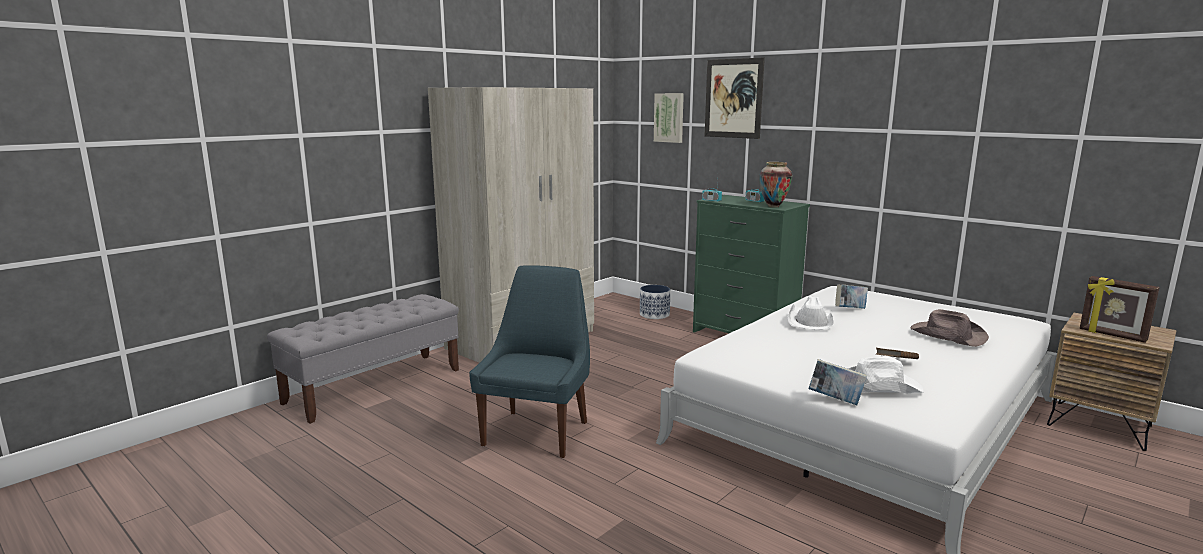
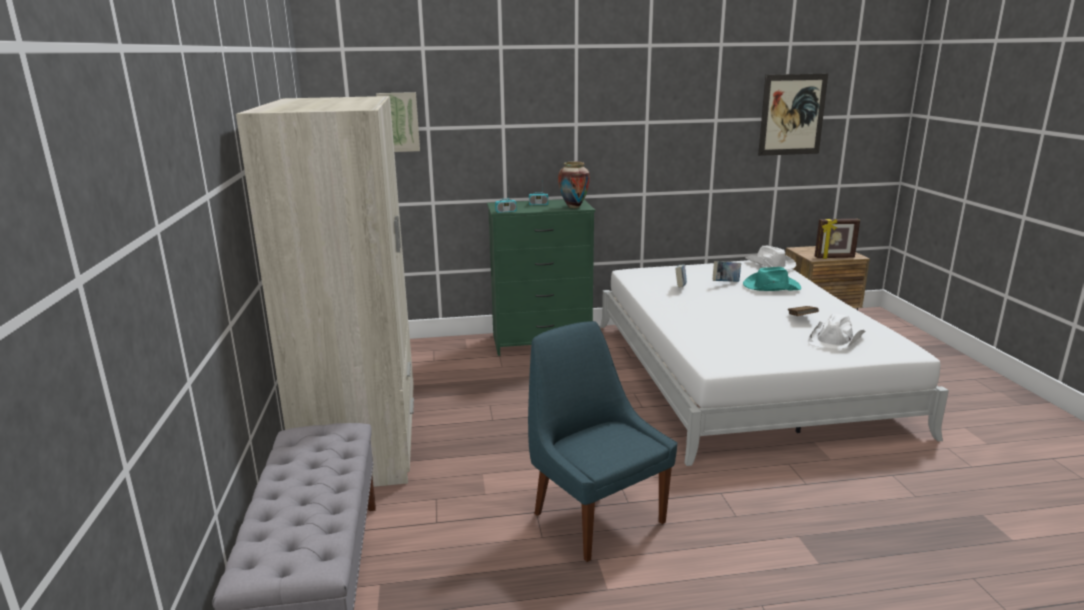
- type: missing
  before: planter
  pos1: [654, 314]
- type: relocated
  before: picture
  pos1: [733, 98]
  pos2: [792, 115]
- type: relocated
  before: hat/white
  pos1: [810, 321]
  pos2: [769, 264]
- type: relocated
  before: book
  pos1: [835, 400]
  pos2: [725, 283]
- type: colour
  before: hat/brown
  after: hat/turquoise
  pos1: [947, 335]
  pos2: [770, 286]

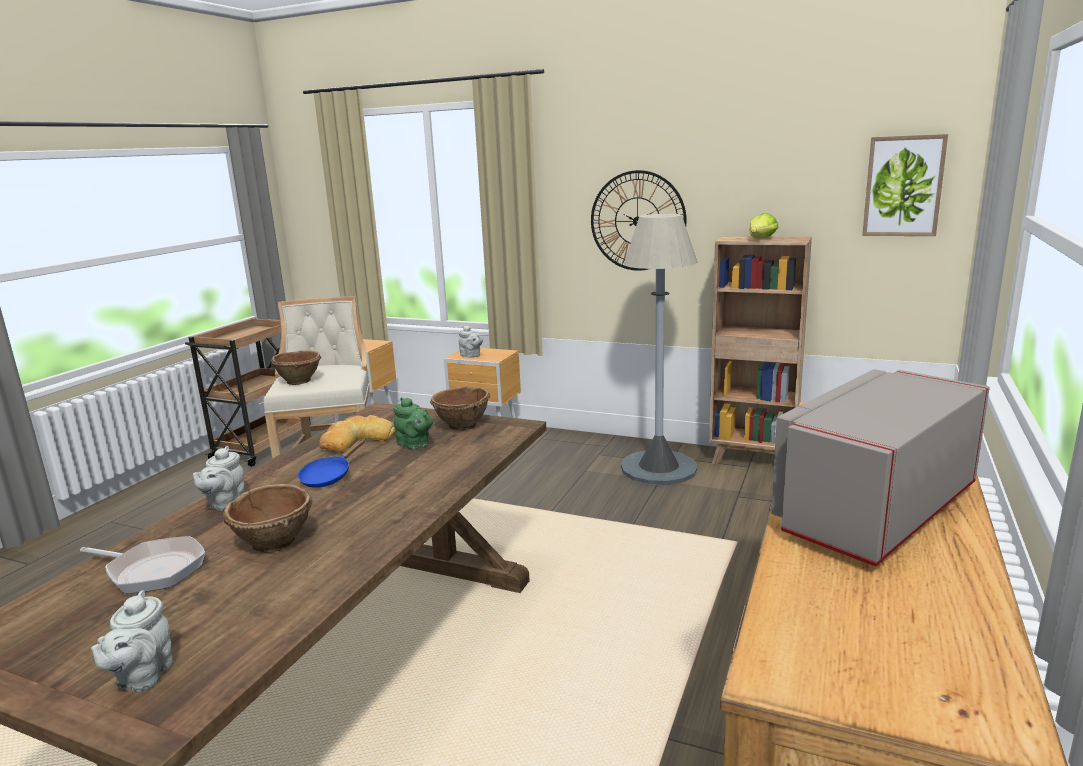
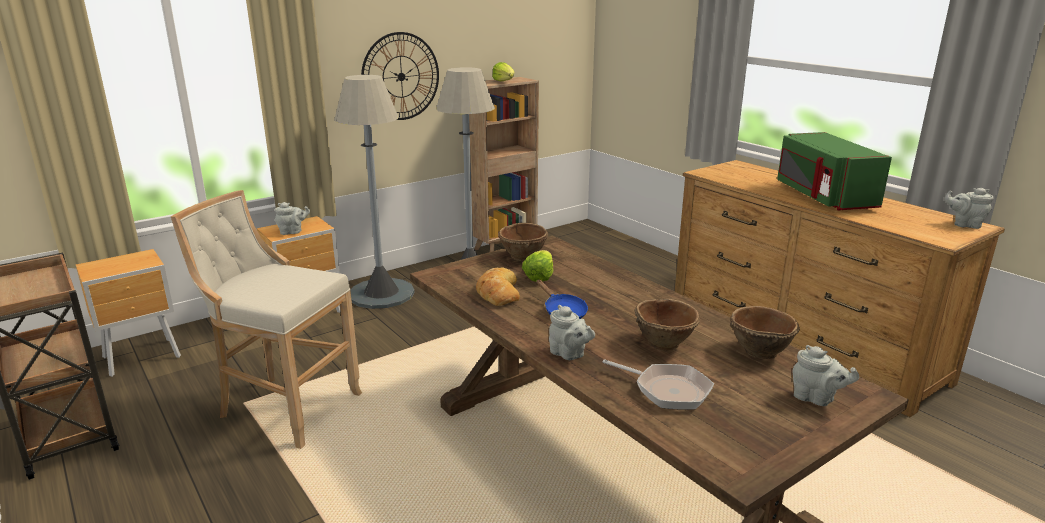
- type: missing
  before: picture
  pos1: [903, 186]
- type: appeared
  after: floor lamp/grey
  pos2: [381, 294]
- type: appeared
  after: teapot/grey
  pos2: [964, 224]
- type: relocated
  before: bowl/brown
  pos1: [299, 381]
  pos2: [759, 351]
- type: exchanged
  before: teapot/green
  after: lettuce
  pos1: [415, 445]
  pos2: [539, 276]
- type: colour
  before: microwave/grey
  after: microwave/green
  pos1: [871, 509]
  pos2: [823, 196]
- type: spun
  before: frying pan
  pos1: [152, 570]
  pos2: [667, 390]
  turn: 75

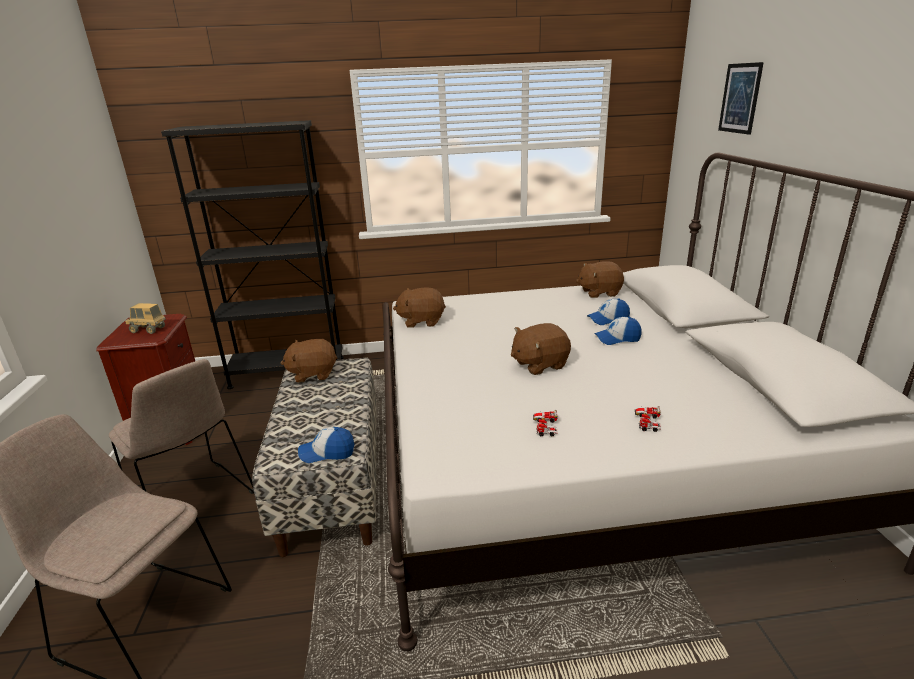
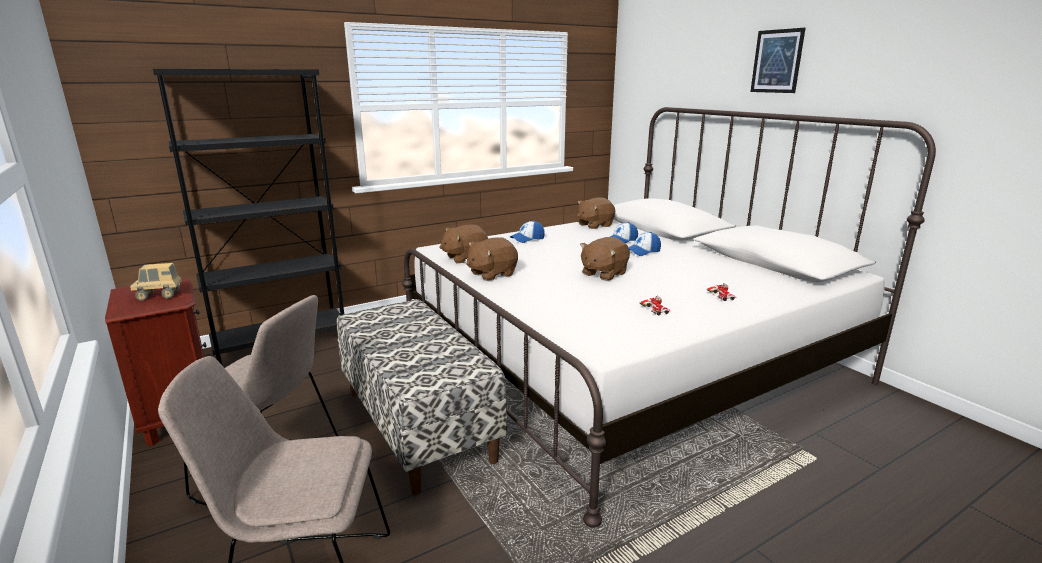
- type: relocated
  before: plush toy/brown
  pos1: [313, 374]
  pos2: [491, 274]
- type: relocated
  before: cap
  pos1: [327, 452]
  pos2: [527, 239]
- type: relocated
  before: picture
  pos1: [740, 98]
  pos2: [777, 61]

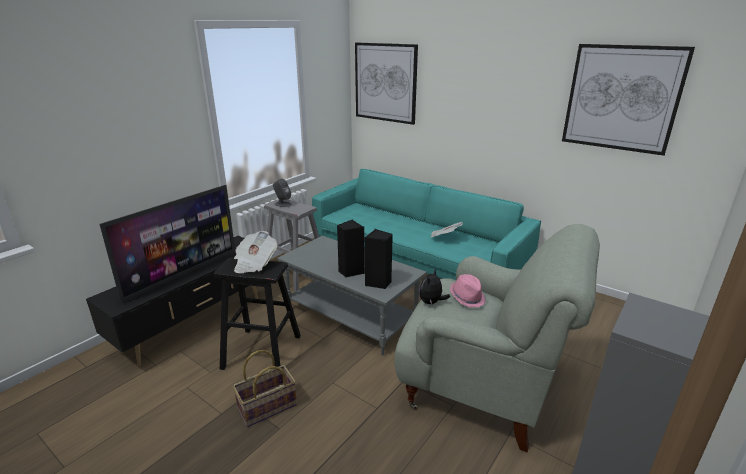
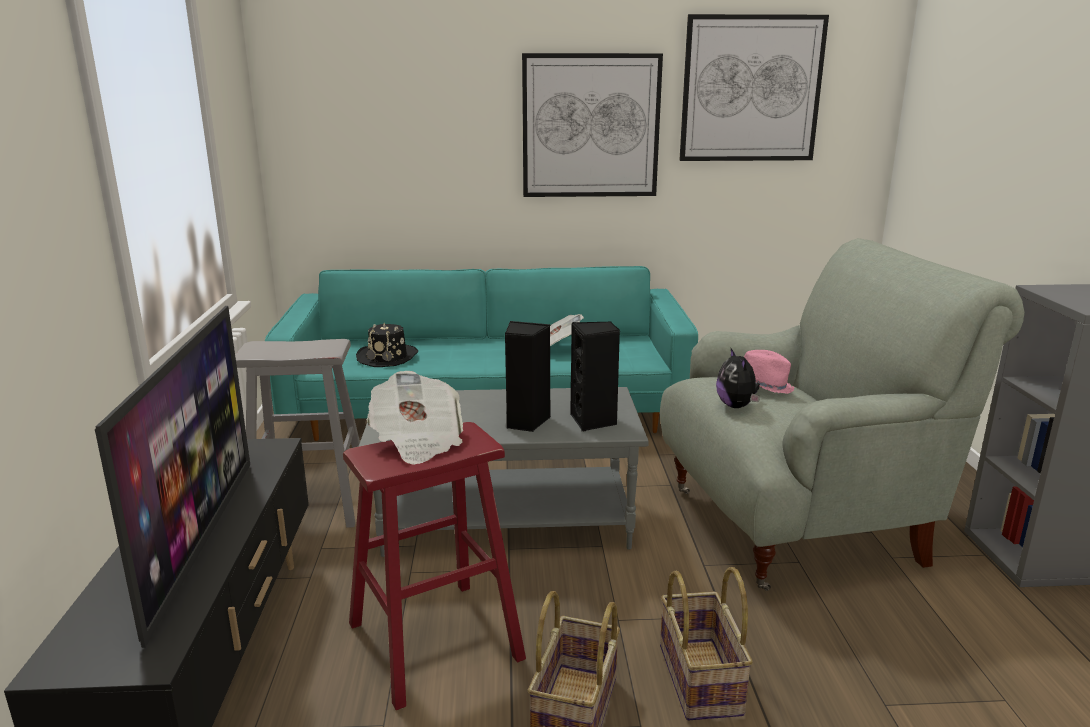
- type: missing
  before: speaker/grey
  pos1: [282, 204]
- type: appeared
  after: hat/black
  pos2: [388, 357]
- type: appeared
  after: basket
  pos2: [701, 679]
- type: relocated
  before: picture
  pos1: [385, 83]
  pos2: [590, 126]
- type: colour
  before: stool/black
  after: stool/red
  pos1: [262, 352]
  pos2: [434, 641]

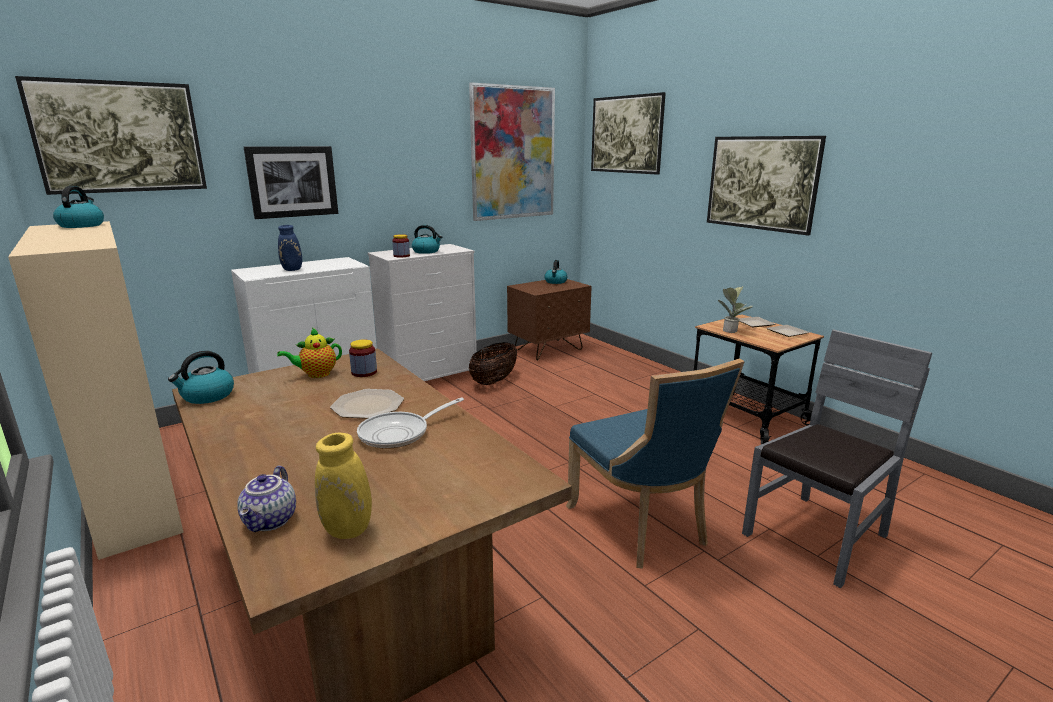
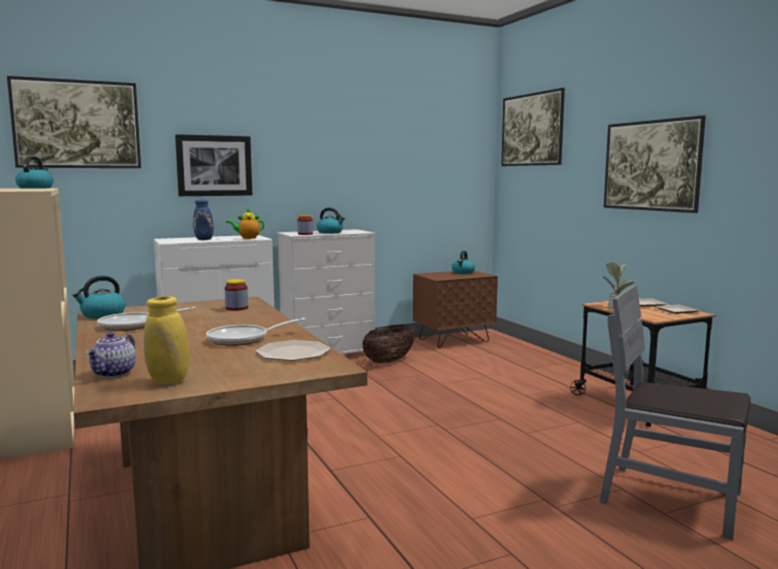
- type: missing
  before: picture
  pos1: [513, 153]
- type: missing
  before: chair/blue
  pos1: [641, 526]
- type: appeared
  after: frying pan
  pos2: [133, 325]
- type: relocated
  before: teapot
  pos1: [316, 374]
  pos2: [247, 238]
- type: relocated
  before: plate
  pos1: [368, 405]
  pos2: [293, 353]
- type: spun
  before: chair/grey
  pos1: [817, 536]
  pos2: [671, 499]
  turn: -120

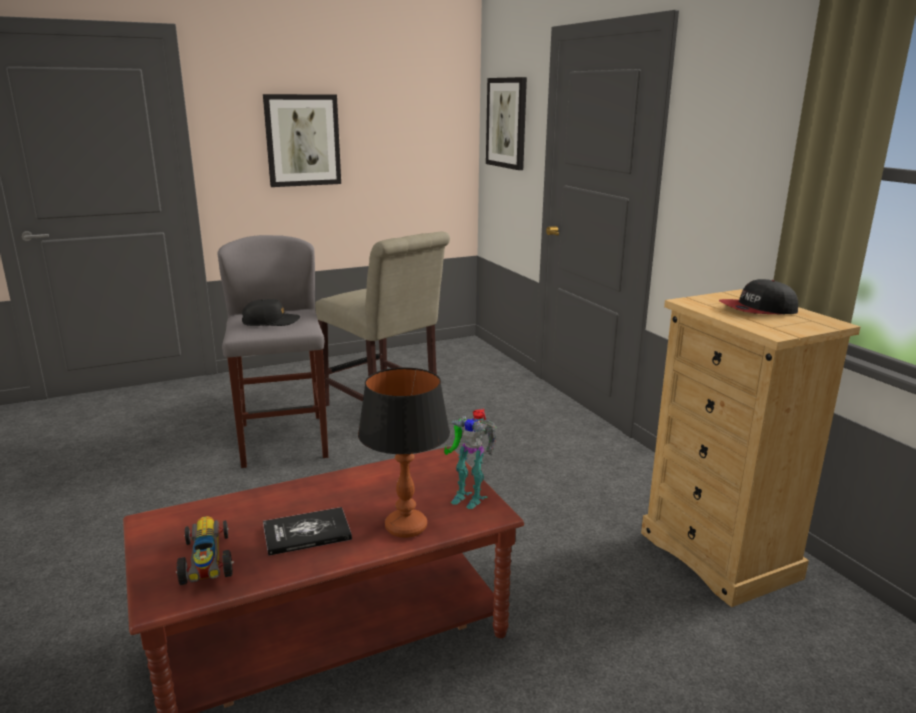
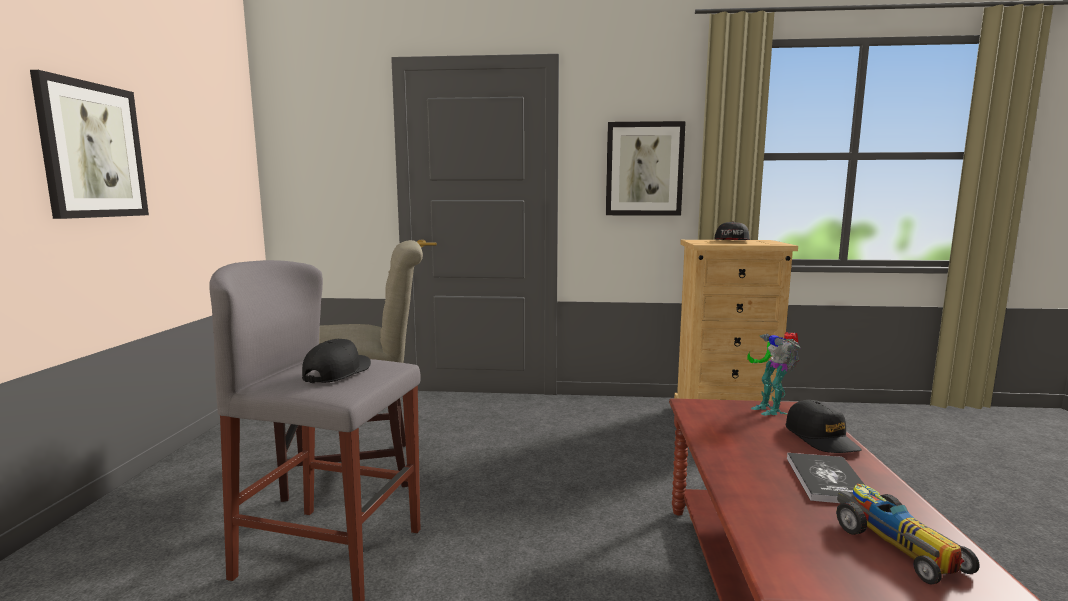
- type: relocated
  before: picture
  pos1: [507, 123]
  pos2: [644, 169]
- type: exchanged
  before: table lamp
  after: cap/black
  pos1: [406, 527]
  pos2: [821, 438]
- type: spun
  before: toy car
  pos1: [207, 562]
  pos2: [895, 544]
  turn: -120
- type: spun
  before: toy robot
  pos1: [468, 496]
  pos2: [770, 409]
  turn: 105

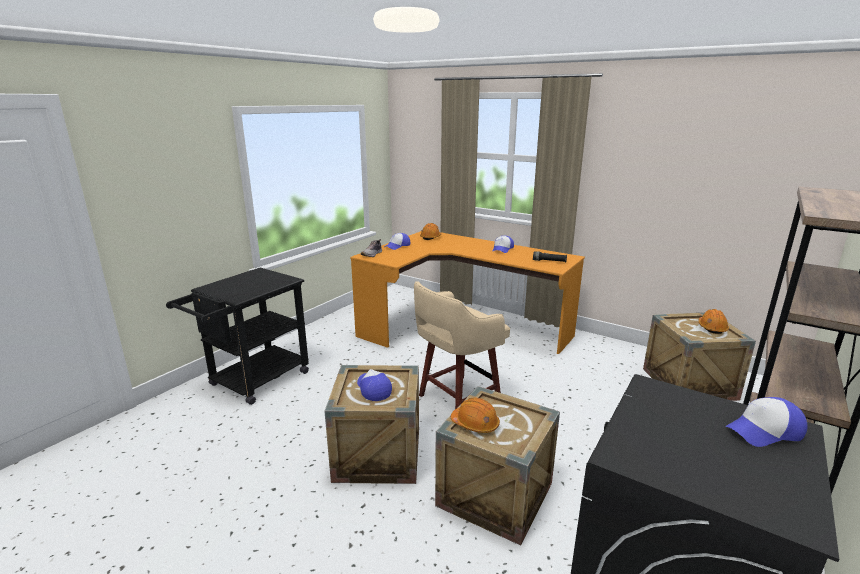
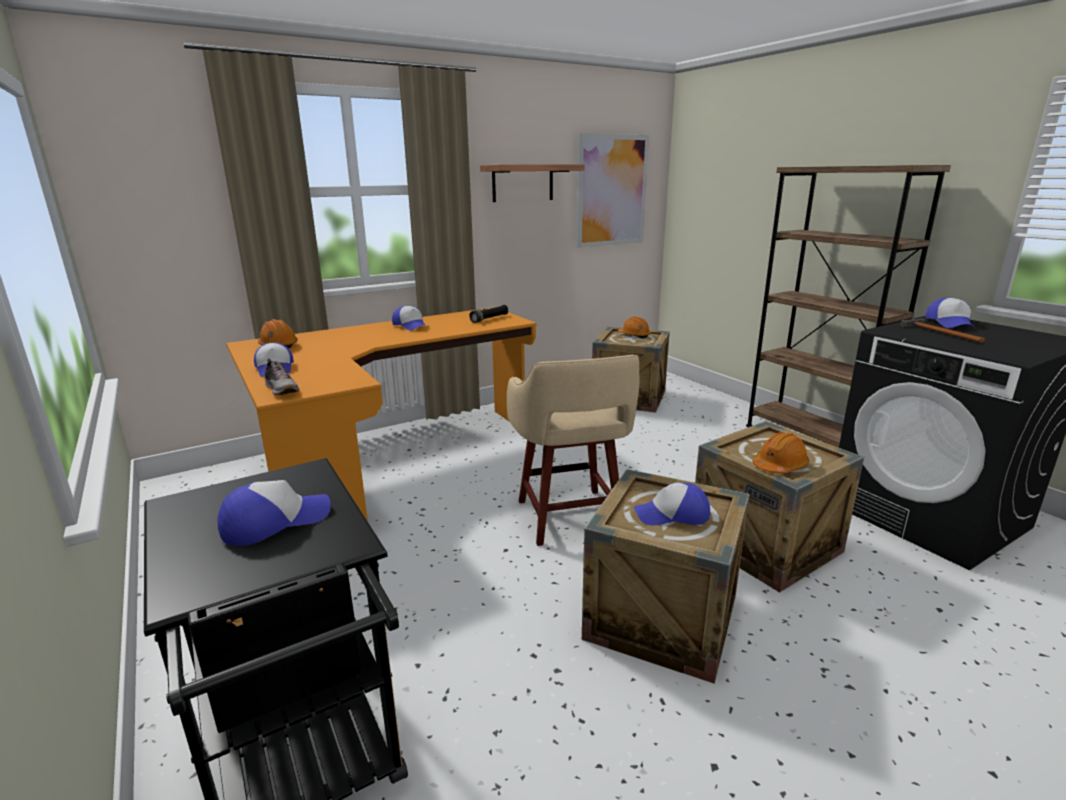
- type: appeared
  after: cap
  pos2: [275, 522]
- type: appeared
  after: shelf
  pos2: [523, 183]
- type: appeared
  after: picture
  pos2: [611, 191]
- type: appeared
  after: hammer
  pos2: [939, 332]

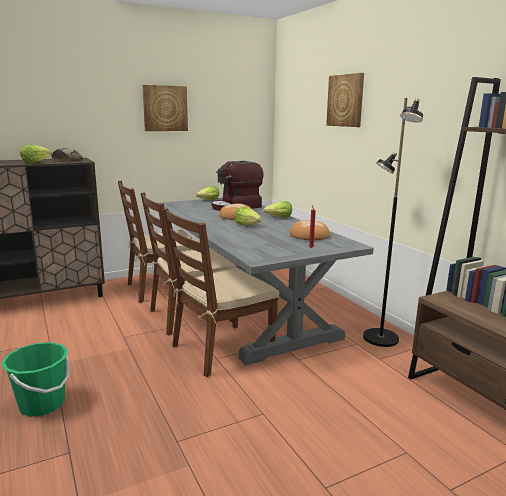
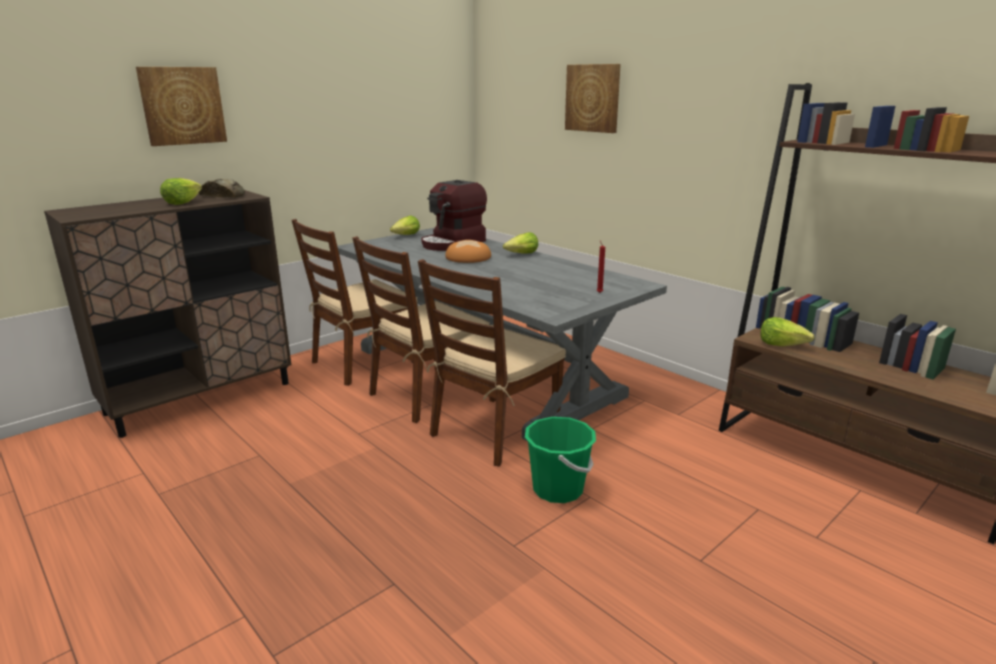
- type: missing
  before: bread
  pos1: [309, 235]
- type: missing
  before: floor lamp/black
  pos1: [380, 338]
- type: relocated
  before: bucket/green
  pos1: [42, 404]
  pos2: [558, 489]
- type: relocated
  before: picture
  pos1: [165, 108]
  pos2: [182, 106]
- type: relocated
  before: lettuce
  pos1: [248, 225]
  pos2: [782, 345]

